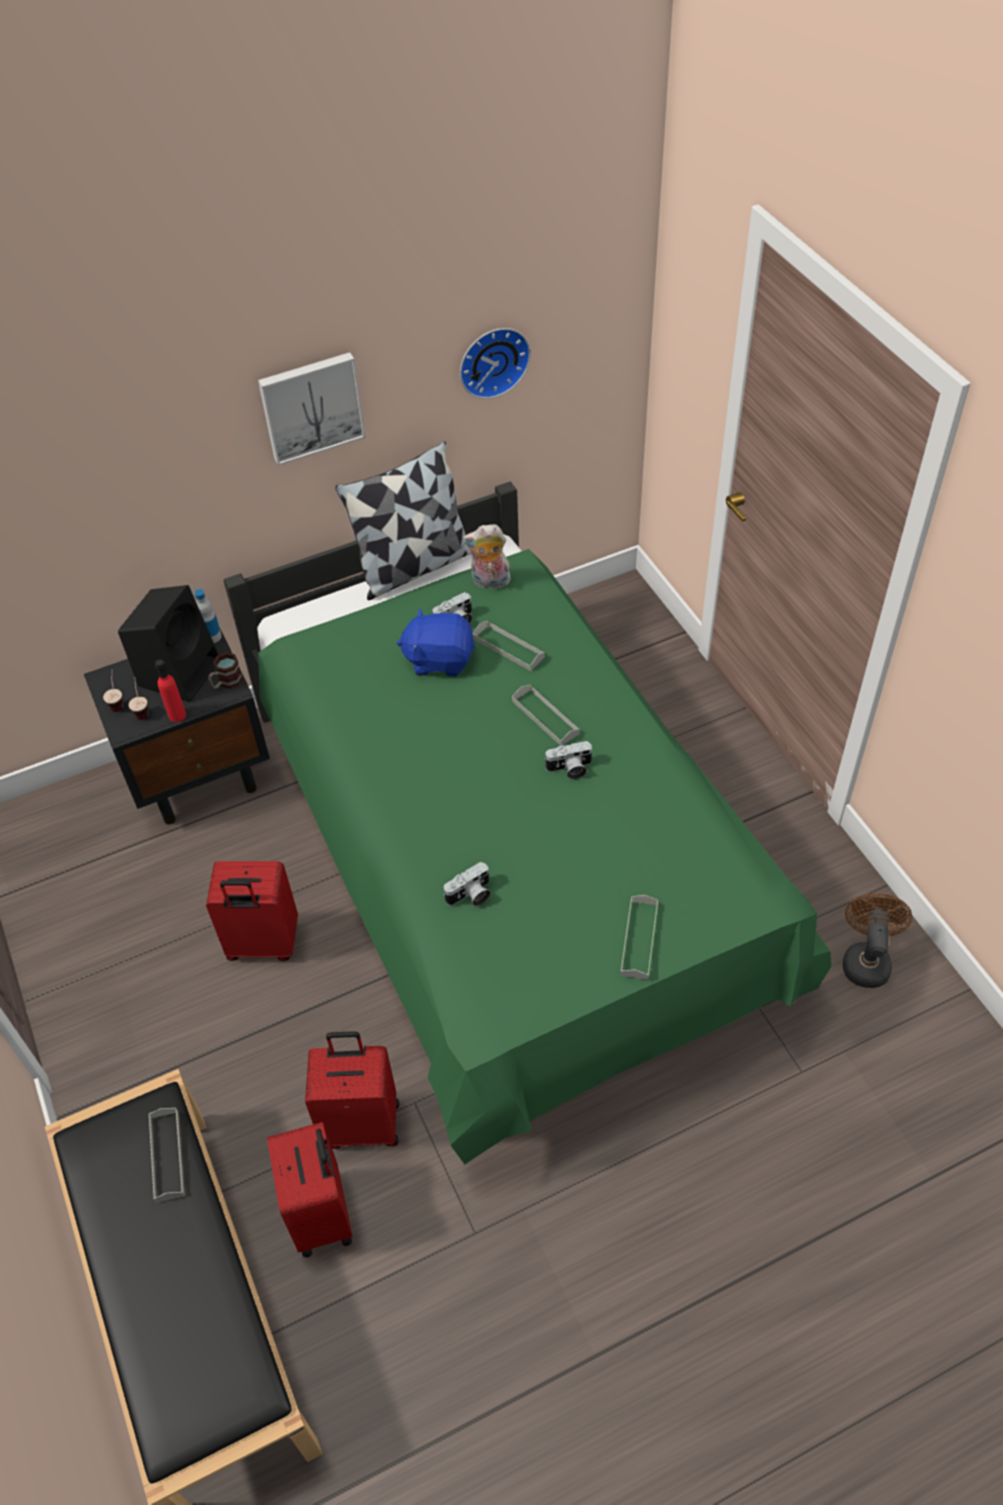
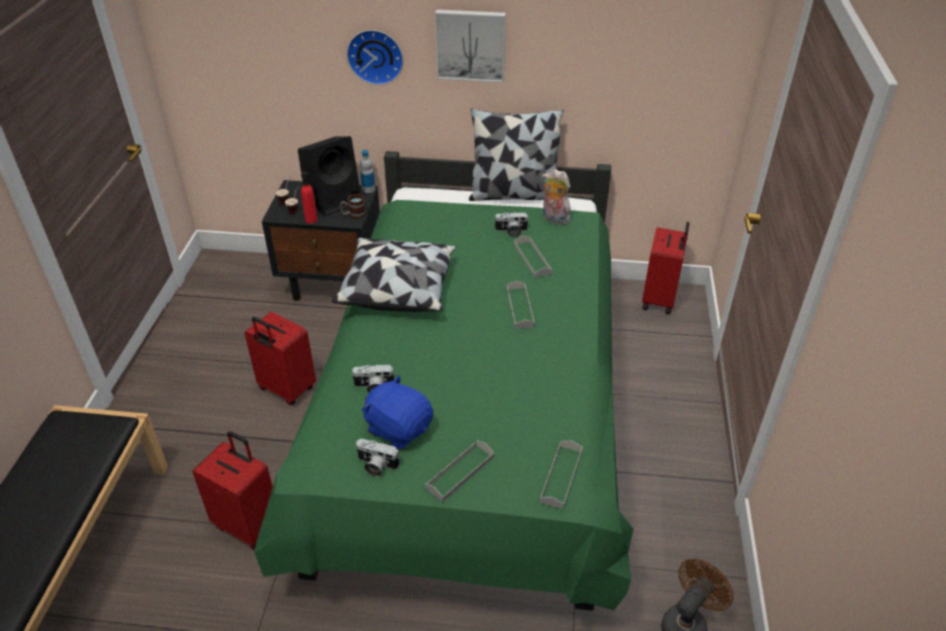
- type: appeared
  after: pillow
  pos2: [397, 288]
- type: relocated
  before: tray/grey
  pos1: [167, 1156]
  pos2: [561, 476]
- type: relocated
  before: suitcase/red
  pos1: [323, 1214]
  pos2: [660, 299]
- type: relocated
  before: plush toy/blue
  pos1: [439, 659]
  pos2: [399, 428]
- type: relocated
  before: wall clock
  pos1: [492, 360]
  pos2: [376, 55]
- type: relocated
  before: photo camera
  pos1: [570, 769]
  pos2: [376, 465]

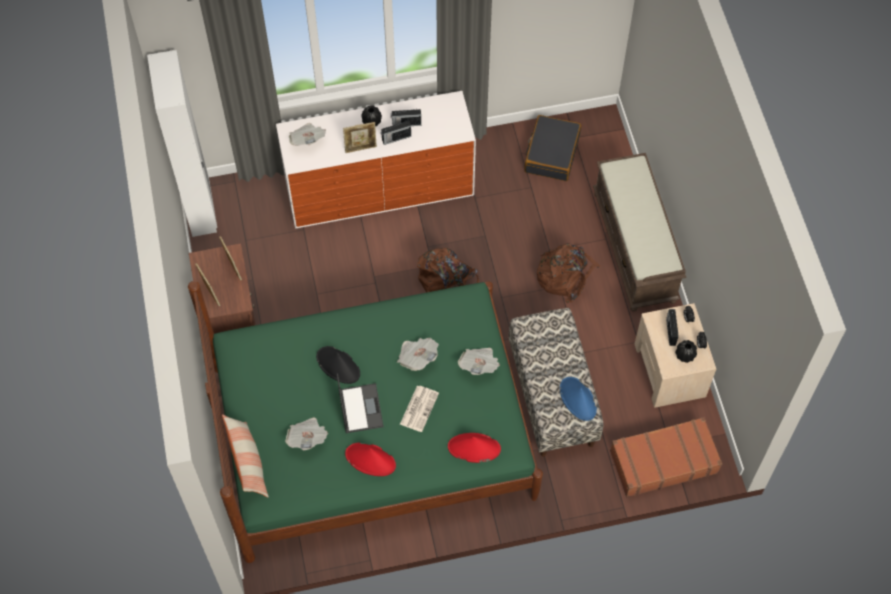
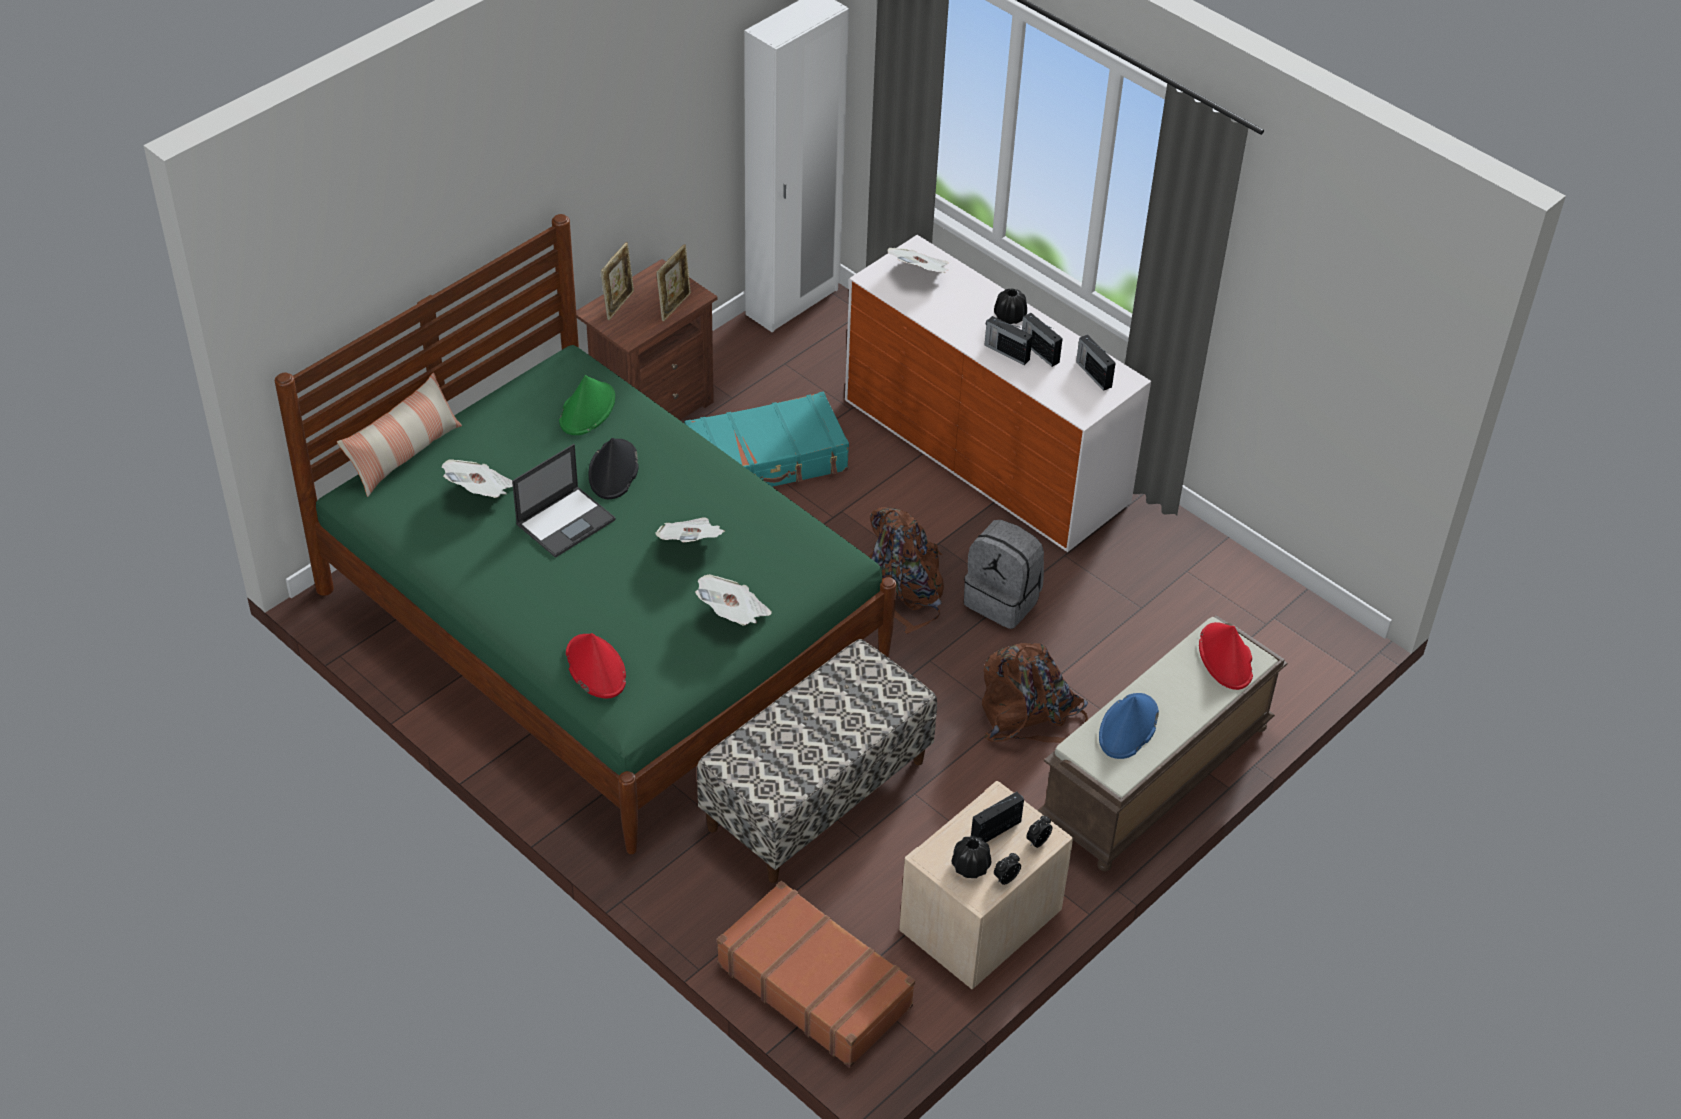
- type: missing
  before: picture frame
  pos1: [361, 148]
- type: missing
  before: newspaper
  pos1: [419, 408]
- type: missing
  before: suitcase/black
  pos1: [551, 153]
- type: appeared
  after: hat/green
  pos2: [587, 409]
- type: appeared
  after: suitcase/turquoise
  pos2: [767, 461]
- type: appeared
  after: backpack/grey
  pos2: [1003, 600]
- type: appeared
  after: radio
  pos2: [1093, 374]
- type: relocated
  before: hat/red
  pos1: [370, 460]
  pos2: [1226, 657]
- type: relocated
  before: hat/blue
  pos1: [578, 399]
  pos2: [1128, 727]

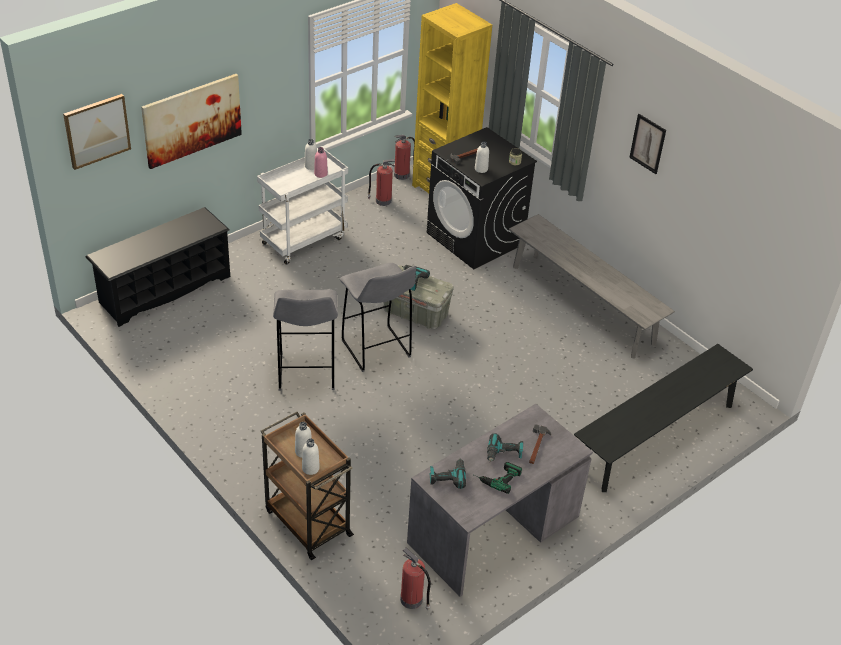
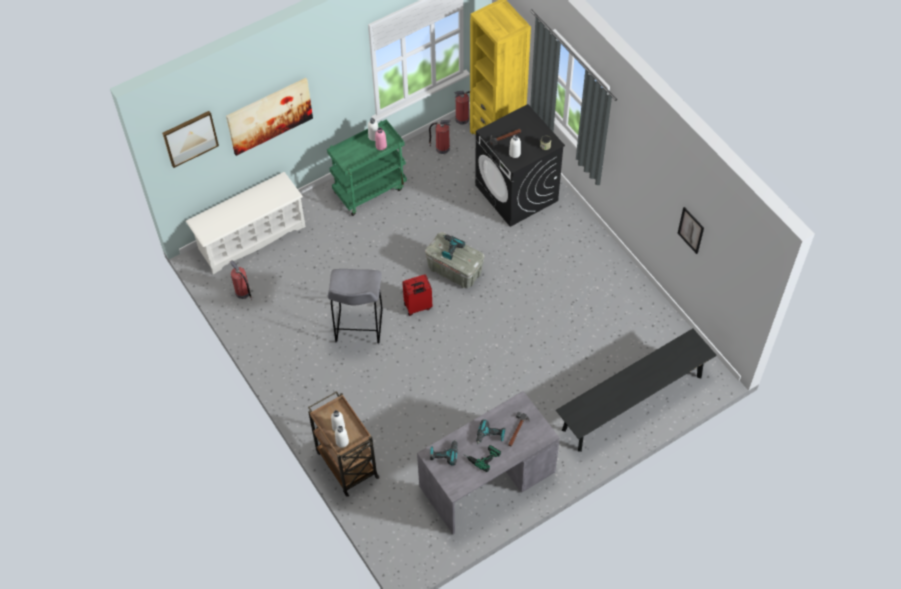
- type: missing
  before: bench/grey
  pos1: [582, 304]
- type: relocated
  before: fire extinguisher
  pos1: [412, 600]
  pos2: [243, 293]
- type: relocated
  before: picture
  pos1: [647, 143]
  pos2: [691, 230]
- type: exchanged
  before: stool/grey
  after: suitcase/red
  pos1: [377, 350]
  pos2: [418, 307]
- type: colour
  before: shoe rack/black
  after: shoe rack/white
  pos1: [164, 289]
  pos2: [251, 238]
- type: colour
  before: cart/white
  after: cart/green
  pos1: [304, 240]
  pos2: [370, 189]

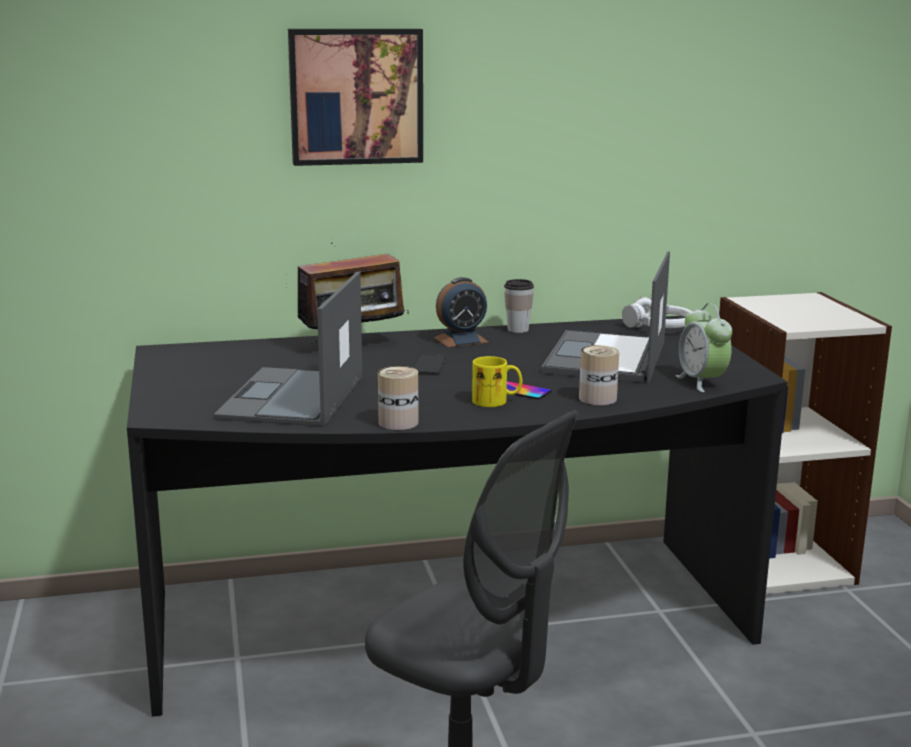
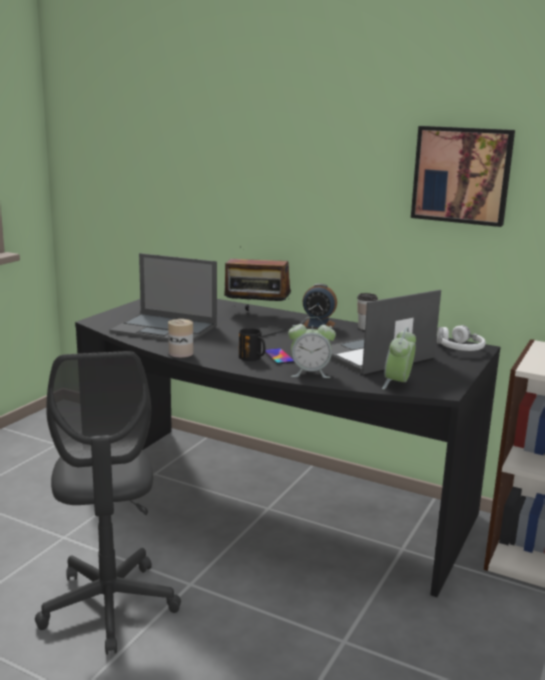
- type: relocated
  before: picture
  pos1: [355, 96]
  pos2: [462, 175]
- type: exchanged
  before: can
  after: alarm clock
  pos1: [597, 398]
  pos2: [310, 373]
- type: colour
  before: mug/yellow
  after: mug/black
  pos1: [496, 401]
  pos2: [253, 358]
- type: spun
  before: laptop
  pos1: [292, 398]
  pos2: [165, 329]
  turn: -120

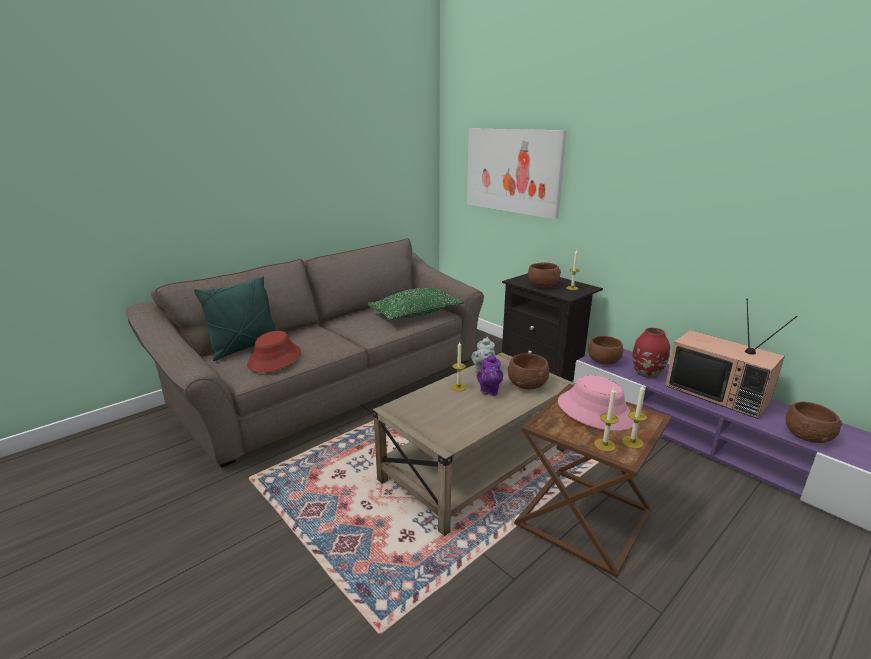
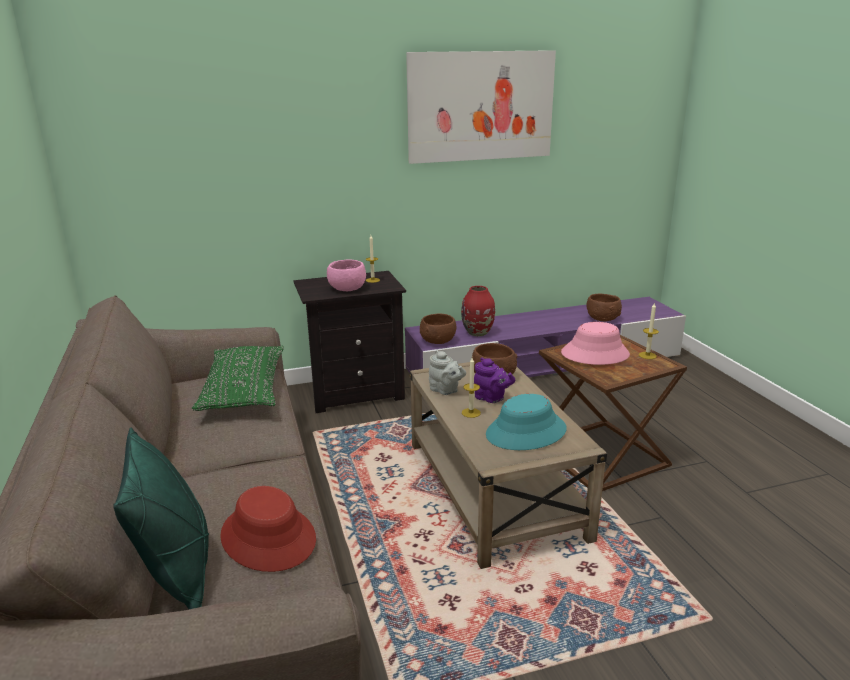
- type: missing
  before: candle
  pos1: [604, 445]
- type: missing
  before: television
  pos1: [718, 394]
- type: appeared
  after: hat/turquoise
  pos2: [526, 432]
- type: relocated
  before: picture
  pos1: [513, 171]
  pos2: [480, 106]
- type: colour
  before: bowl/brown
  after: bowl/pink
  pos1: [542, 285]
  pos2: [346, 289]

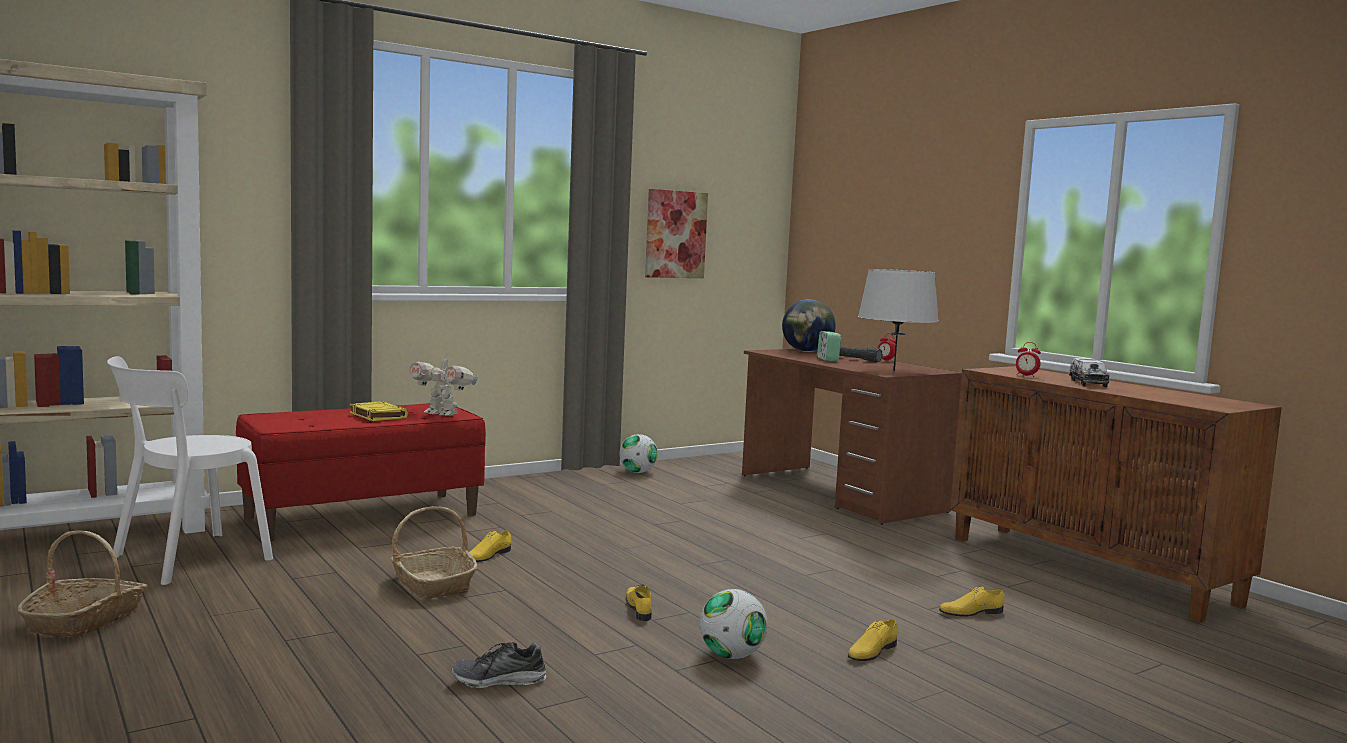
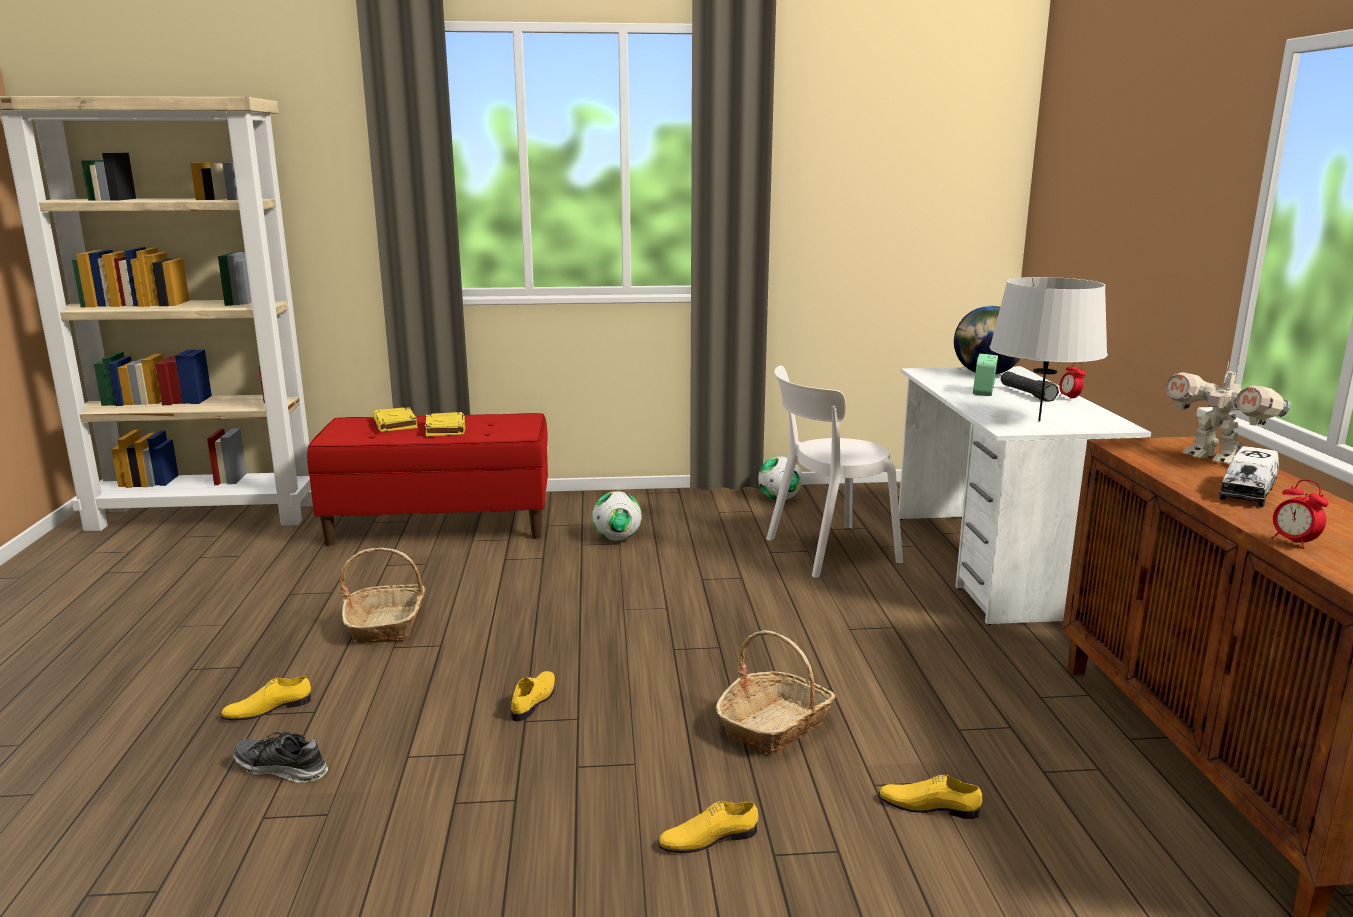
- type: missing
  before: picture
  pos1: [675, 234]
- type: appeared
  after: book/yellow
  pos2: [395, 424]
- type: relocated
  before: basket
  pos1: [85, 620]
  pos2: [775, 725]
- type: relocated
  before: chair/white
  pos1: [185, 559]
  pos2: [826, 551]
- type: relocated
  before: toy robot
  pos1: [442, 414]
  pos2: [1214, 458]
- type: relocated
  before: shoe/yellow
  pos1: [487, 555]
  pos2: [267, 708]
- type: relocated
  before: football
  pos1: [731, 655]
  pos2: [617, 538]
- type: relocated
  before: alarm clock
  pos1: [1026, 376]
  pos2: [1293, 542]
- type: colour
  before: desk/brown
  after: desk/white
  pos1: [840, 493]
  pos2: [994, 563]

